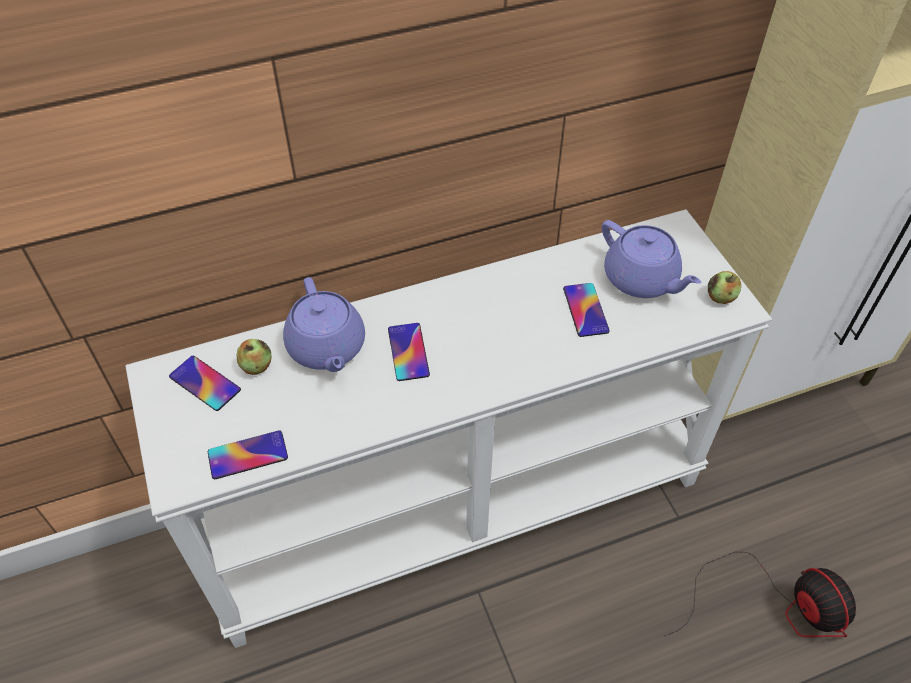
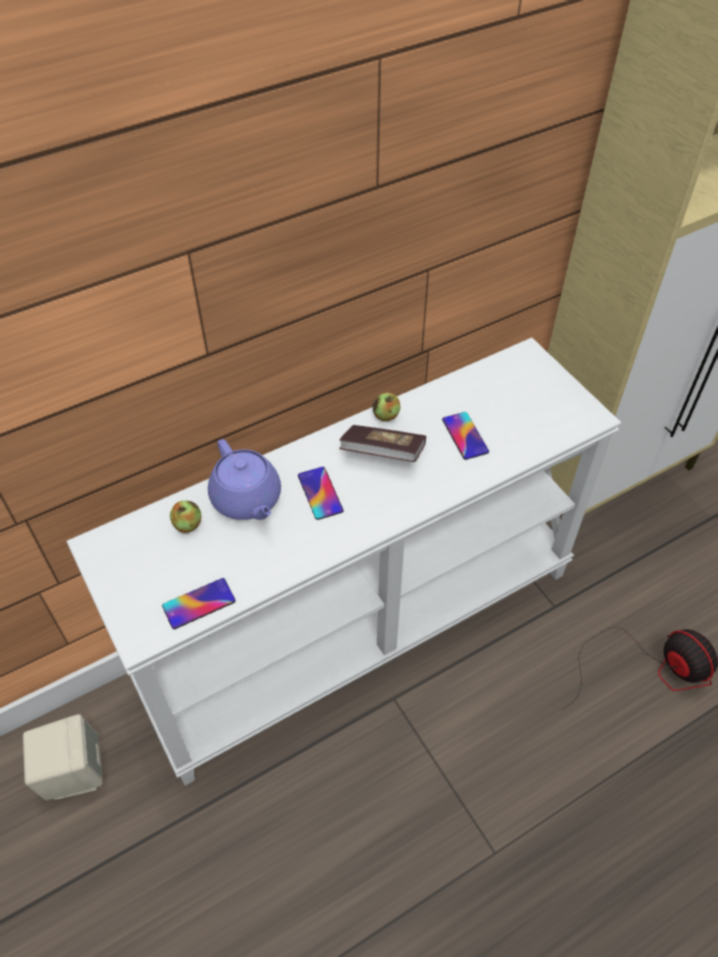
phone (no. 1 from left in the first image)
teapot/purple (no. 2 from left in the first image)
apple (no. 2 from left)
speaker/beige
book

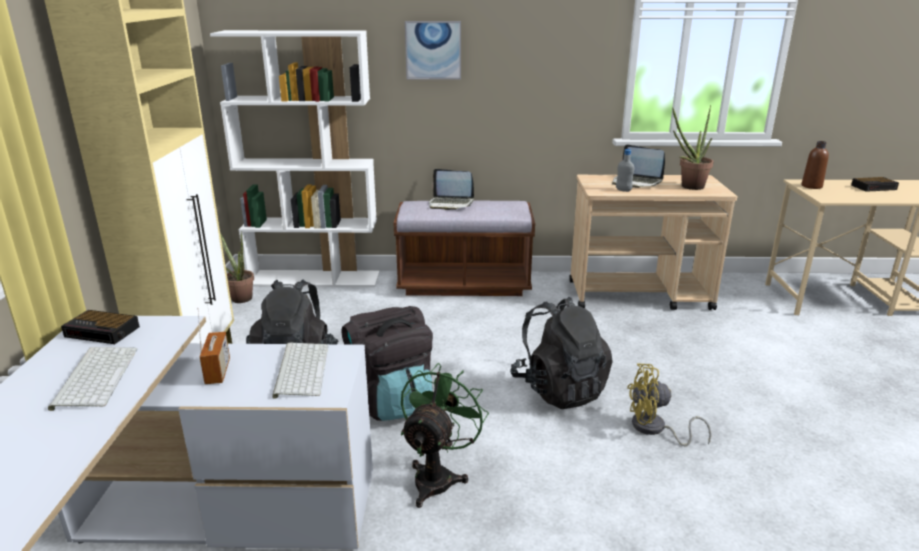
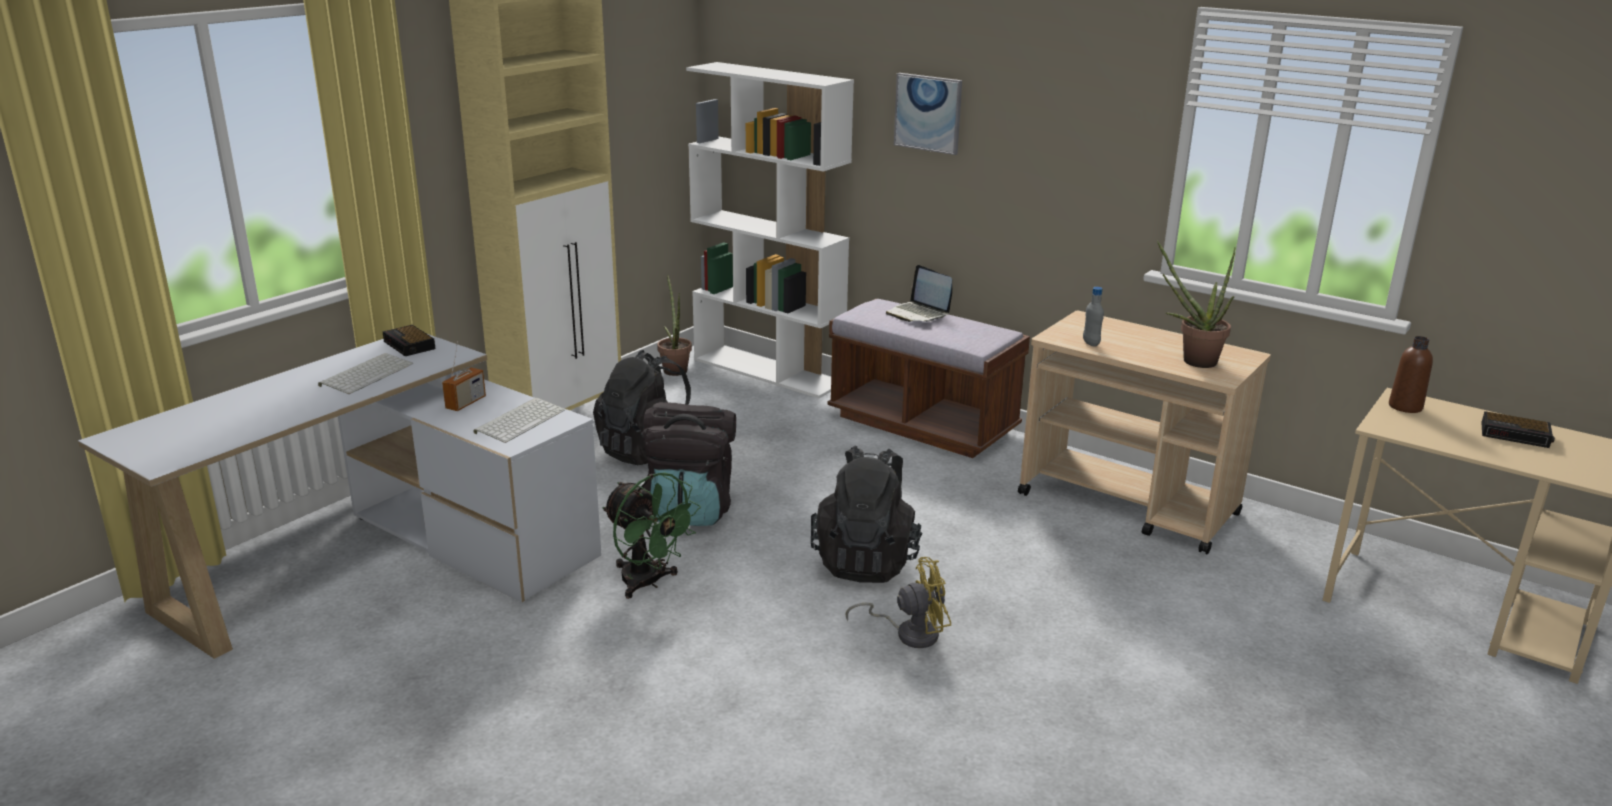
fan/green
laptop (no. 2 from left in the first image)
fan/yellow

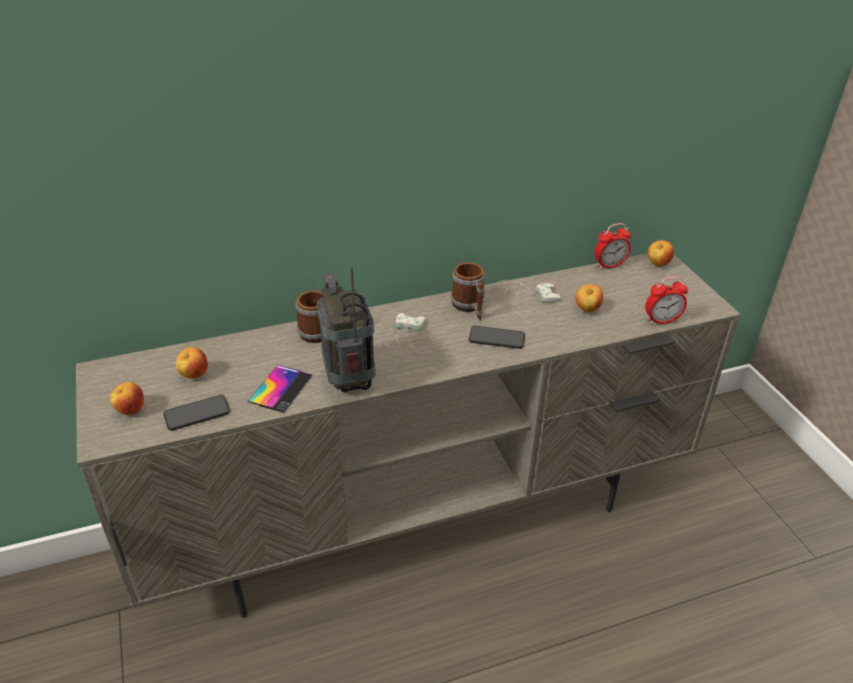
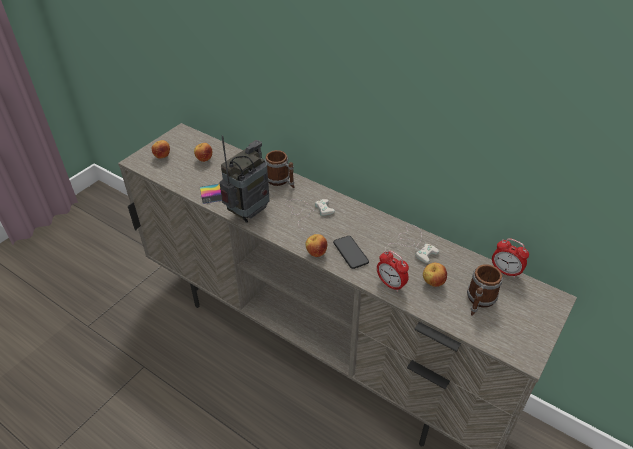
phone (no. 1 from left in the first image)
mug (no. 2 from left)
alarm clock (no. 1 from left)
apple (no. 3 from left)

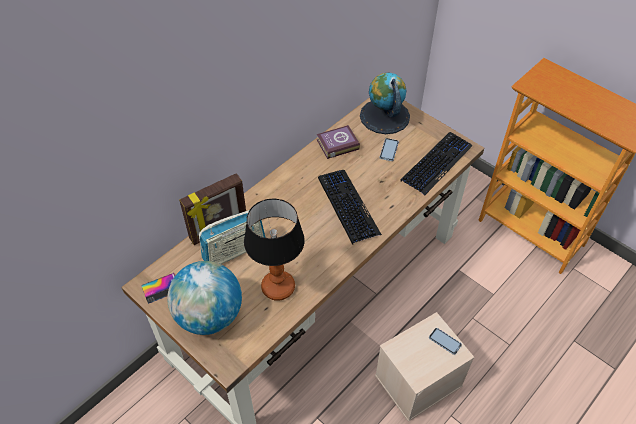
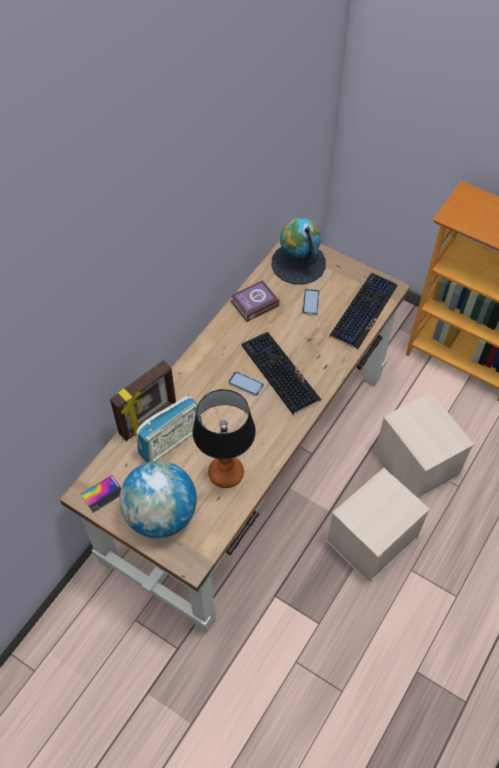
phone (no. 2 from left)
storage box/beige (no. 2 from left)

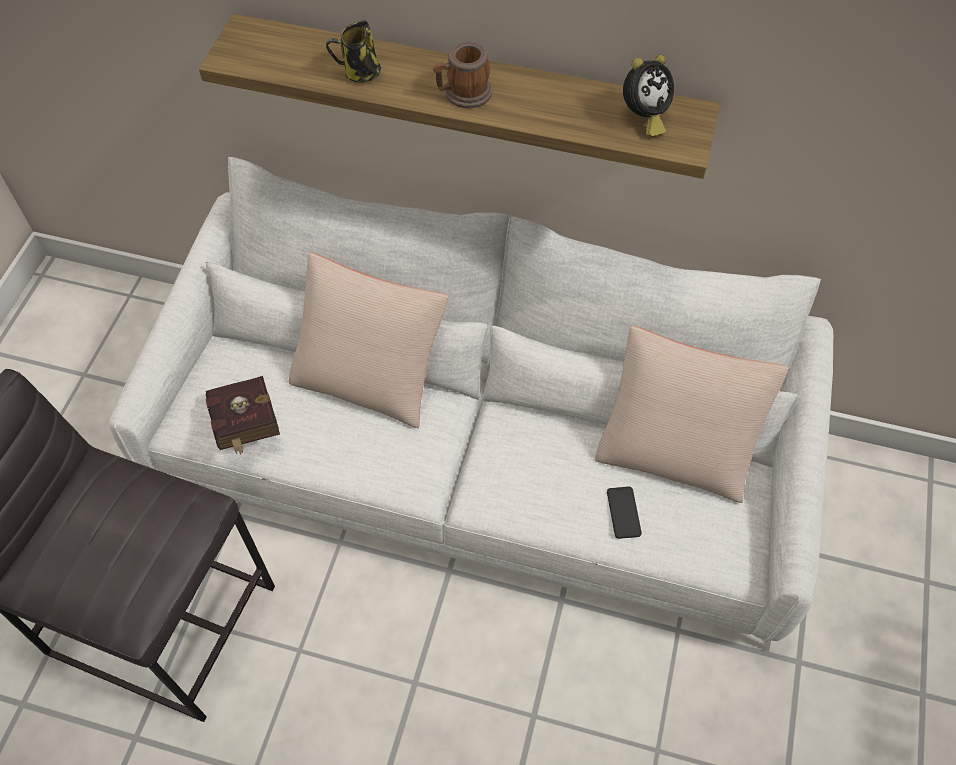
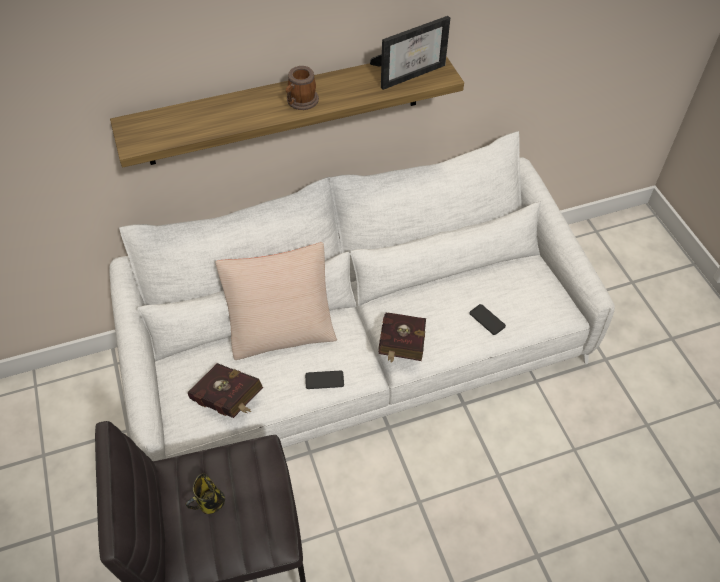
mug (no. 1 from left)
pillow/beige (no. 2 from left in the first image)
picture frame
phone (no. 1 from left)
book/red (no. 2 from left)

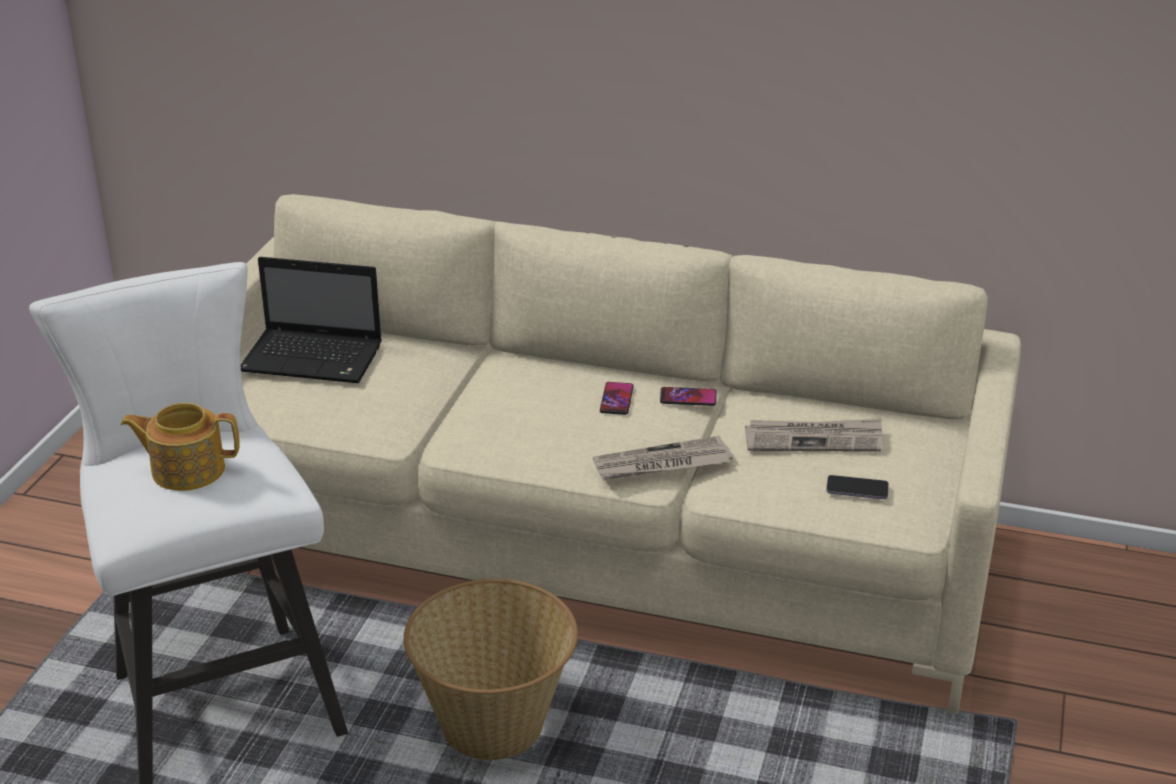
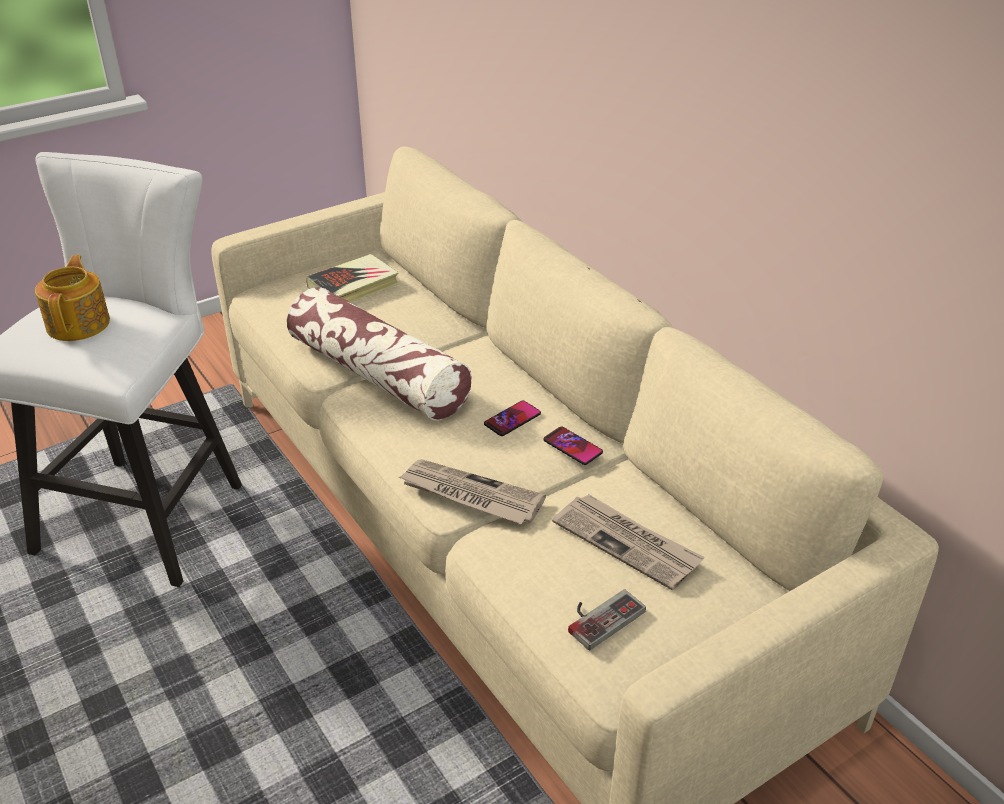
teapot
book
basket
game controller
pillow

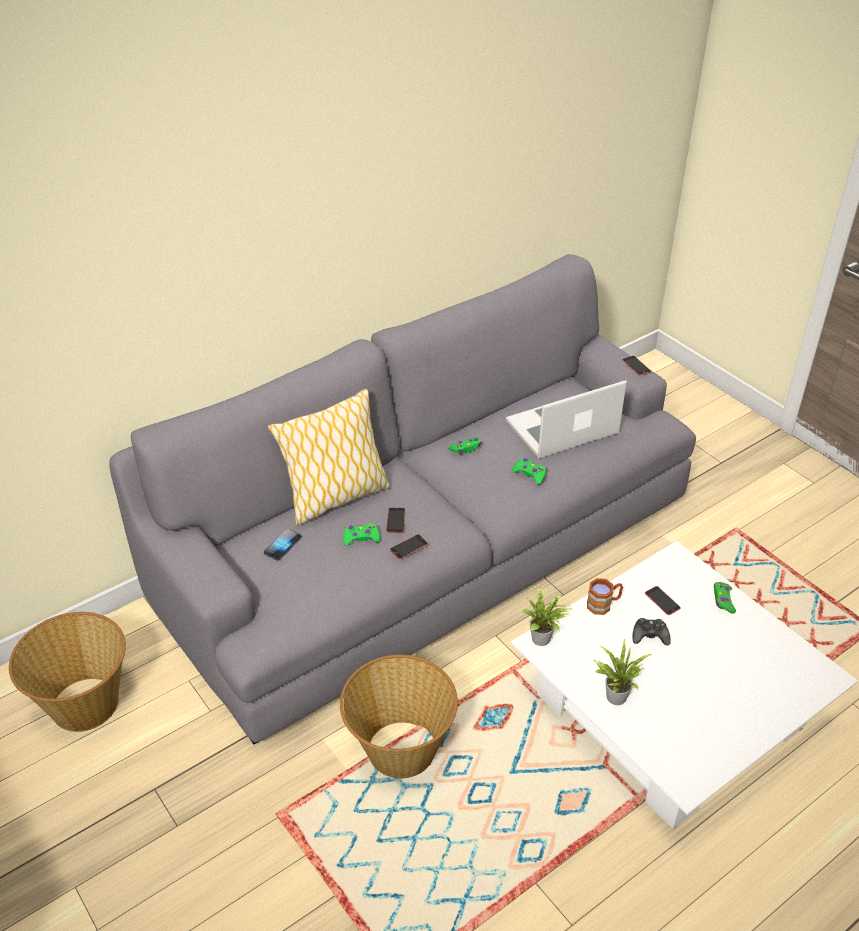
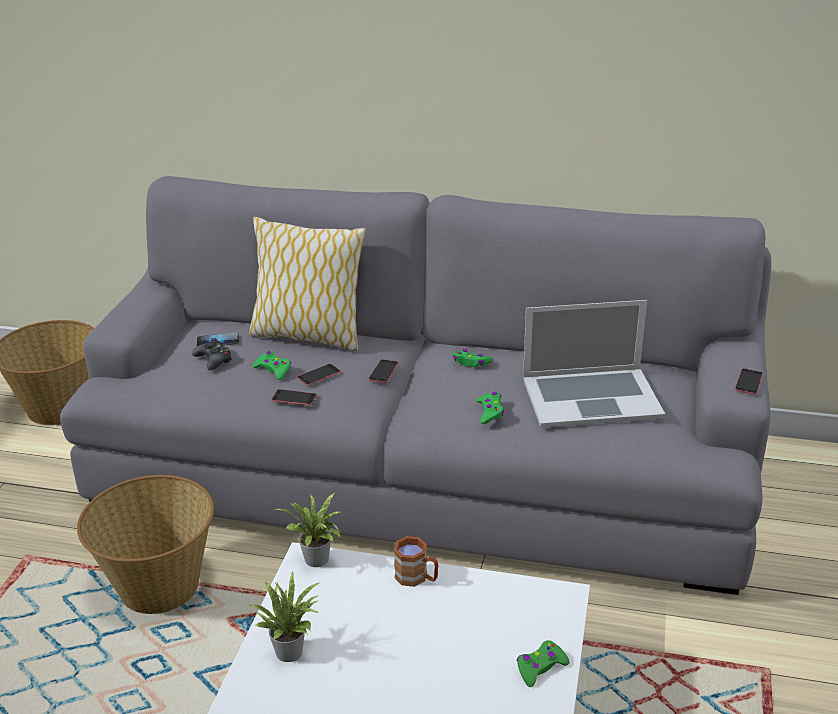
laptop
game controller/black
phone (no. 4 from left)

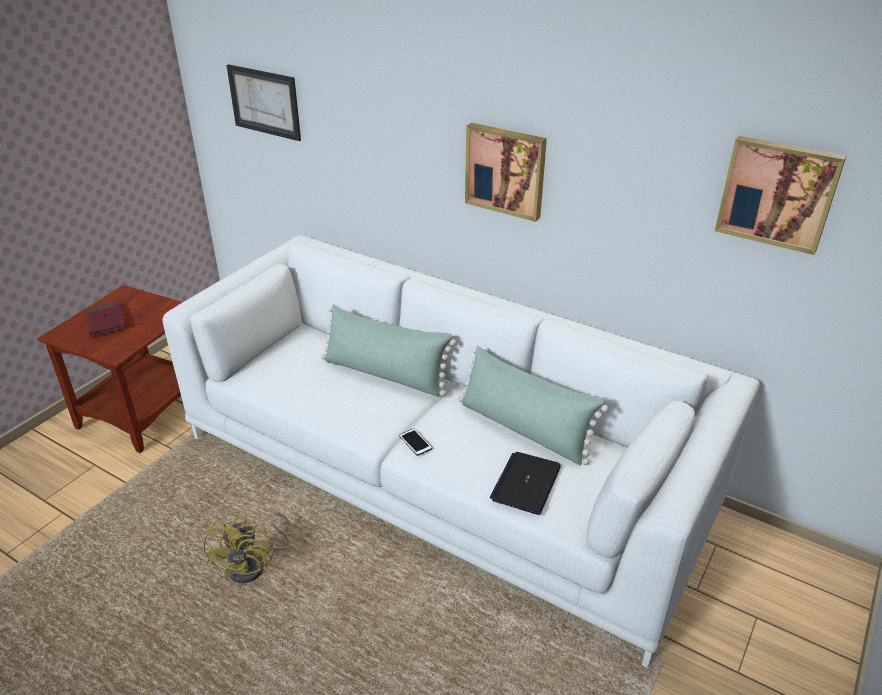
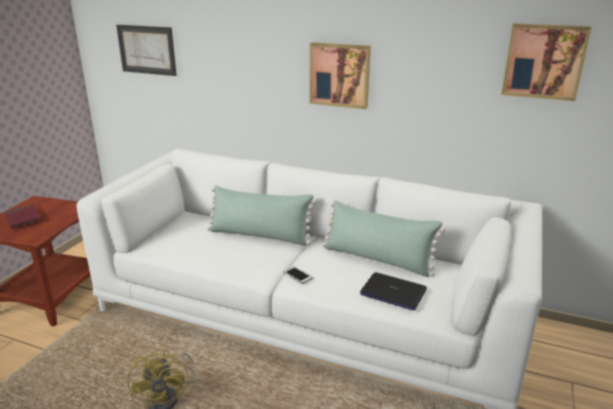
laptop

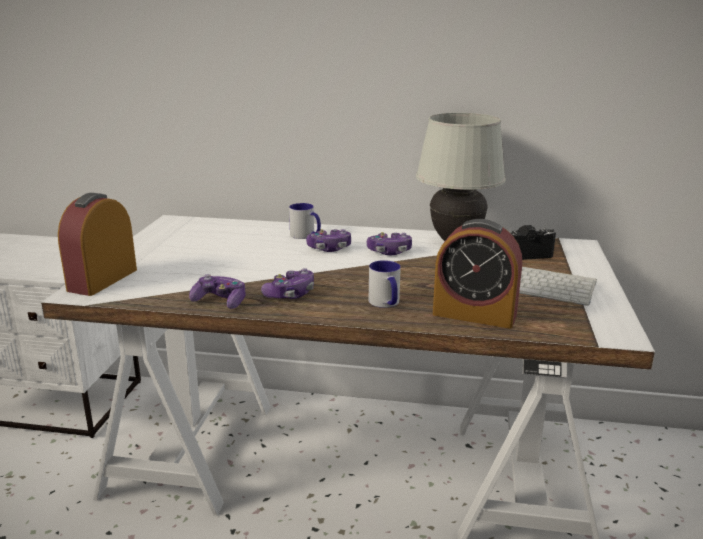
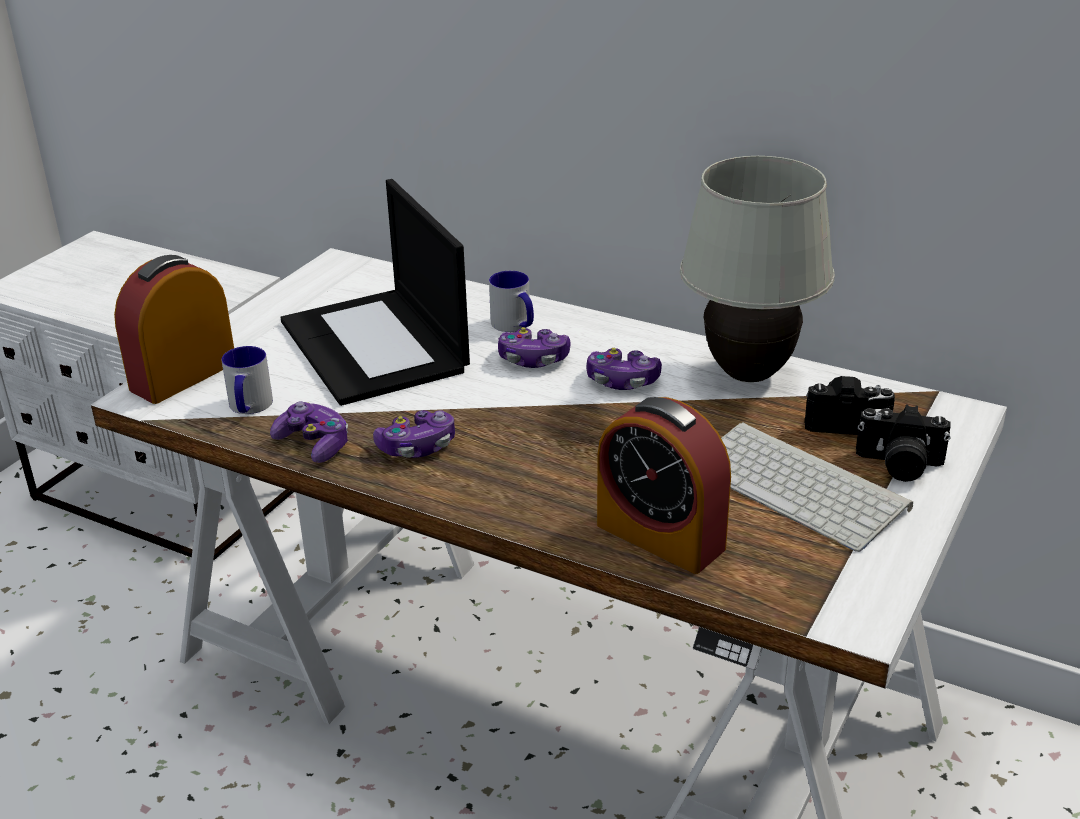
mug (no. 1 from left)
laptop
photo camera (no. 2 from left)

